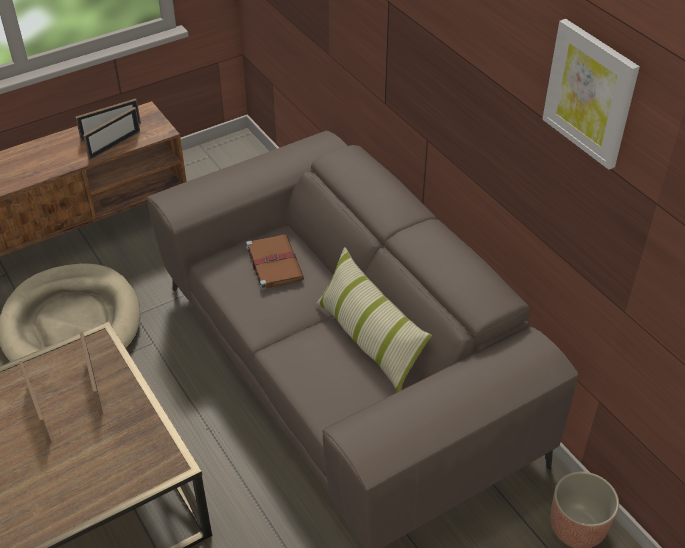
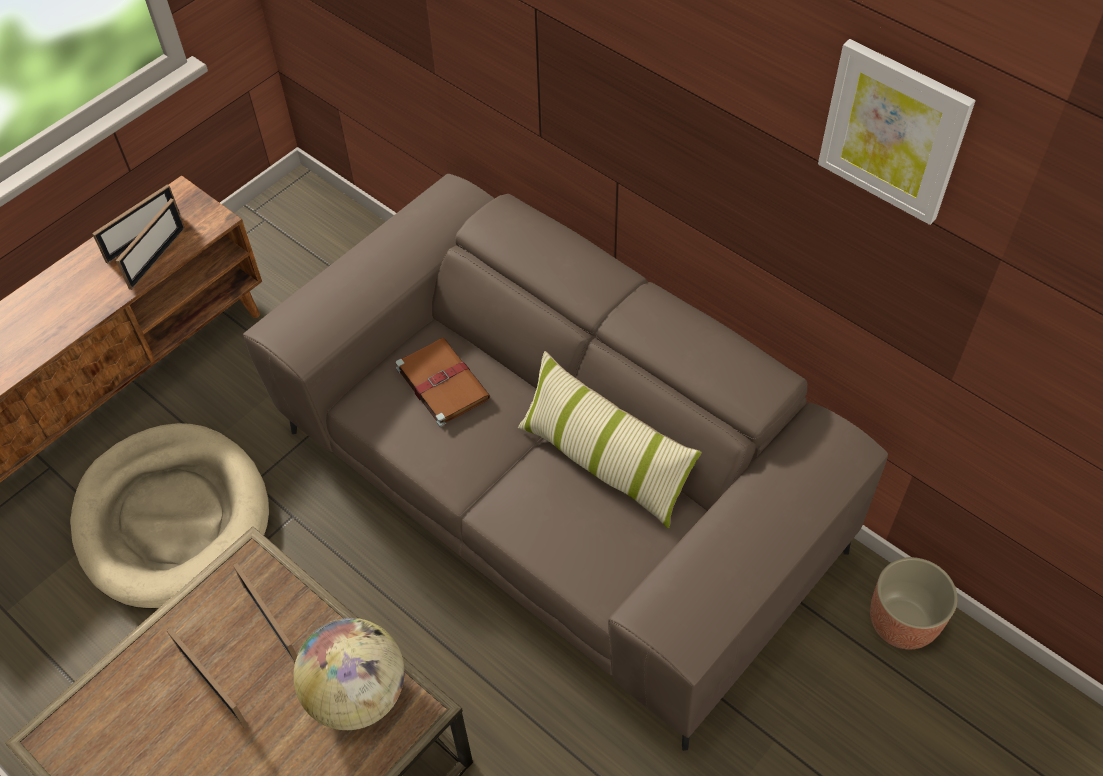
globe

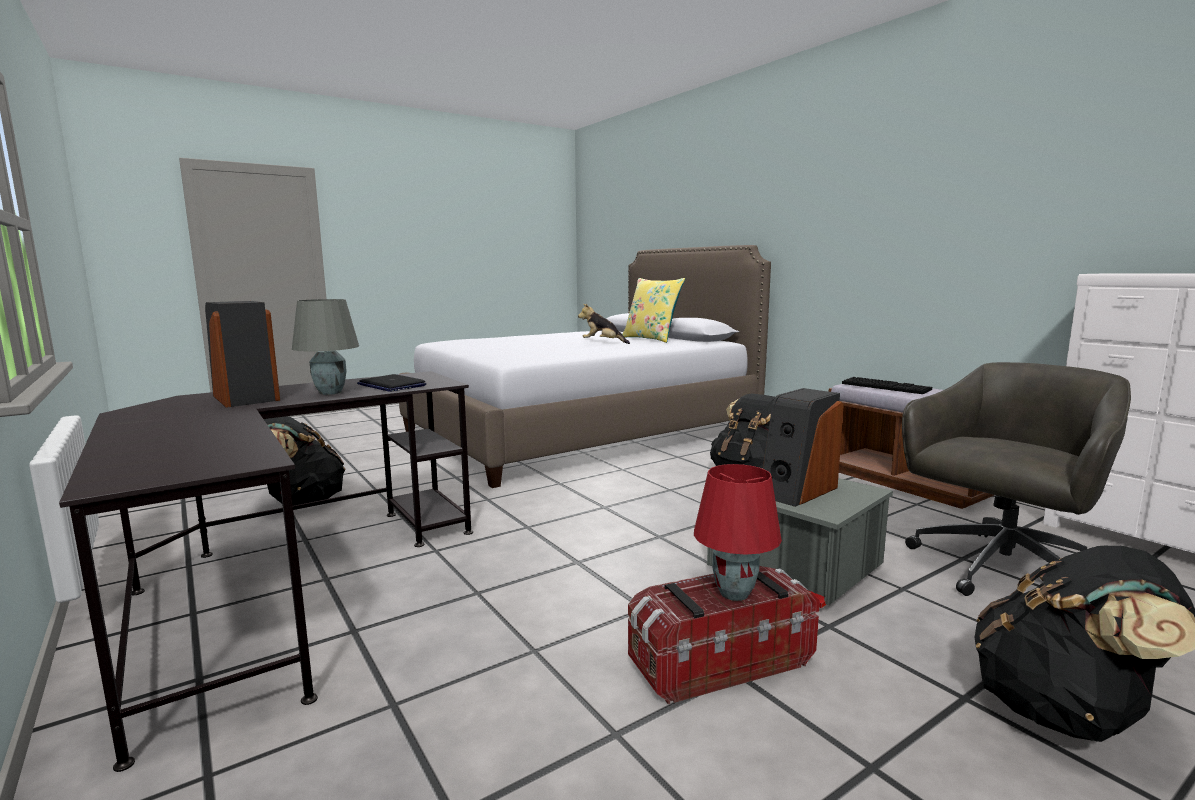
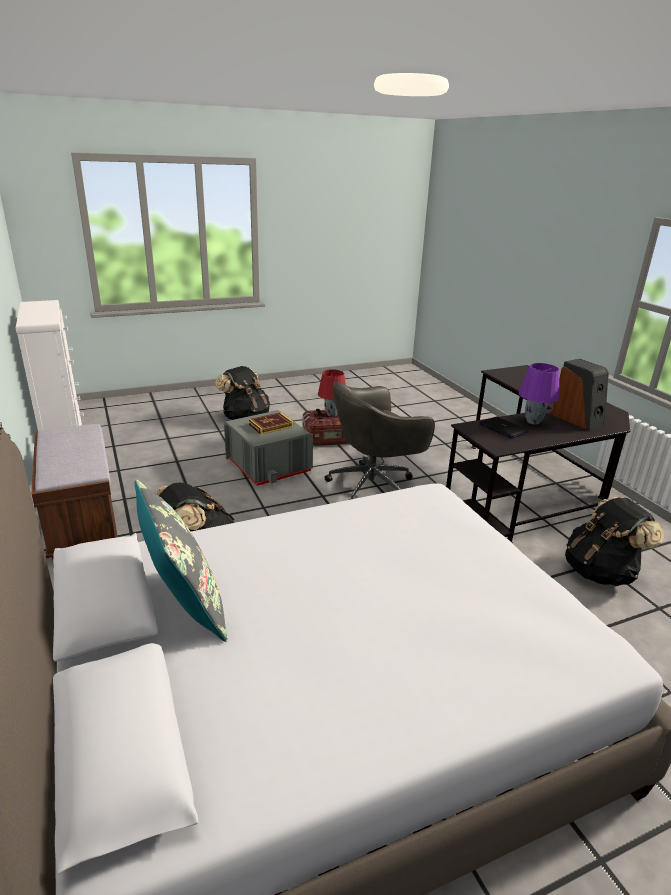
table lamp/purple
plush toy
pillow/grey
book
keyboard
office chair/grey

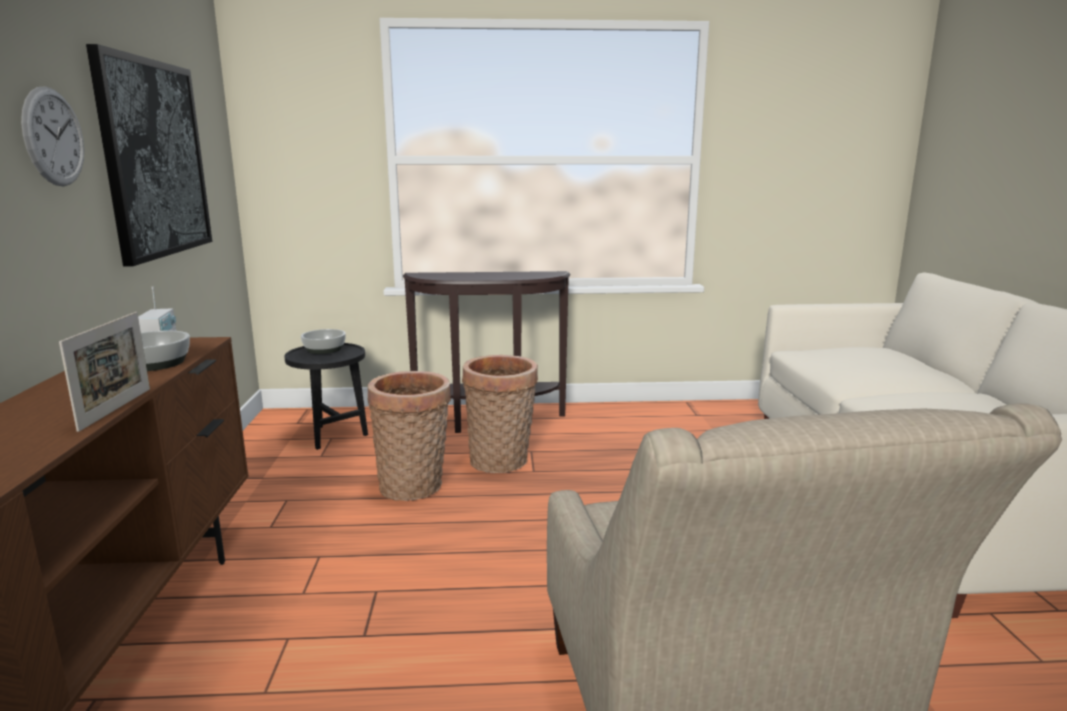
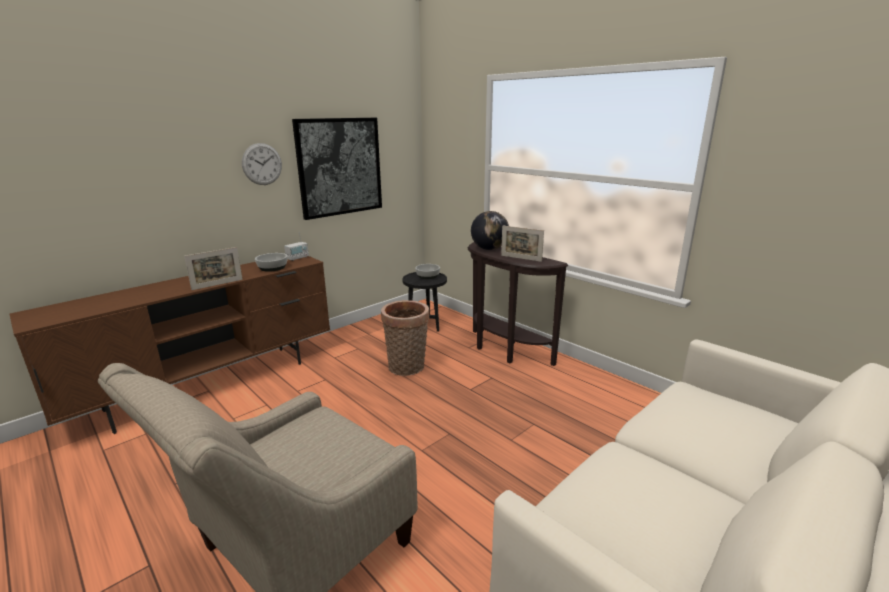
basket (no. 2 from left in the first image)
globe
picture frame (no. 2 from left)

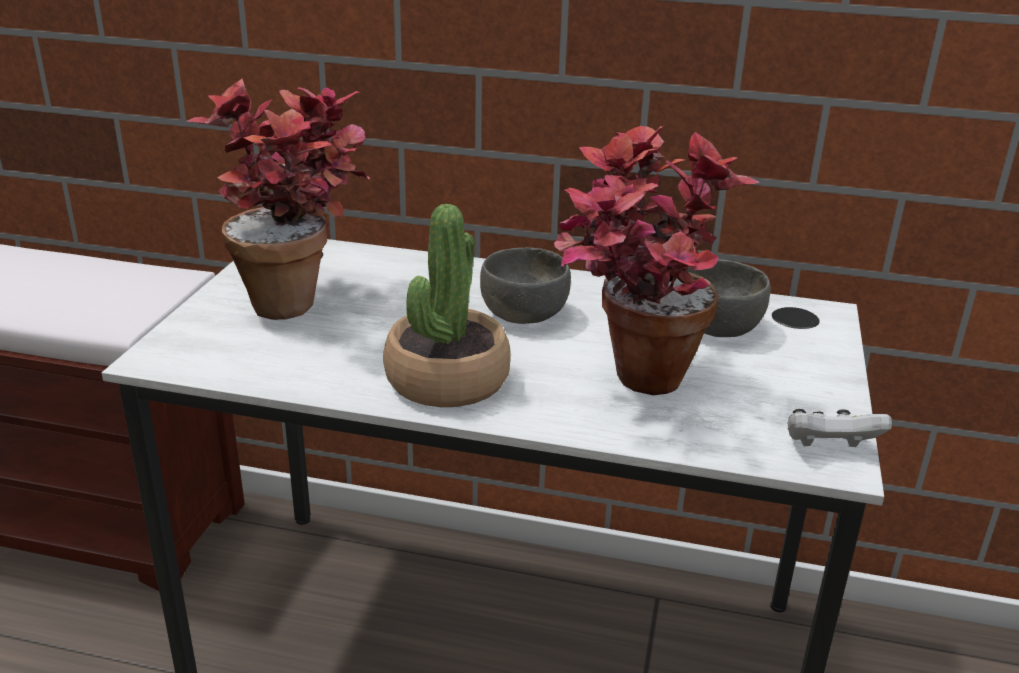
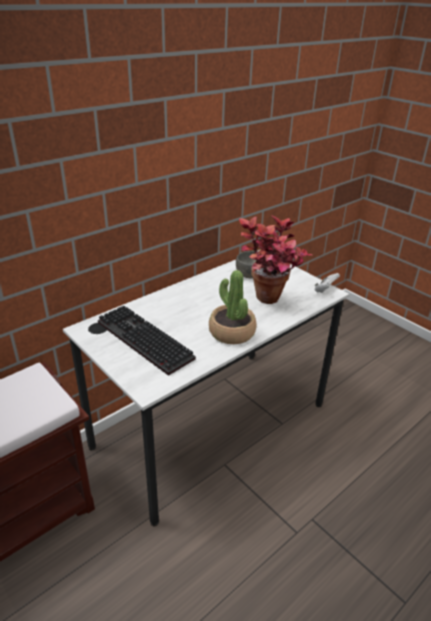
keyboard
bowl/grey (no. 1 from left in the first image)

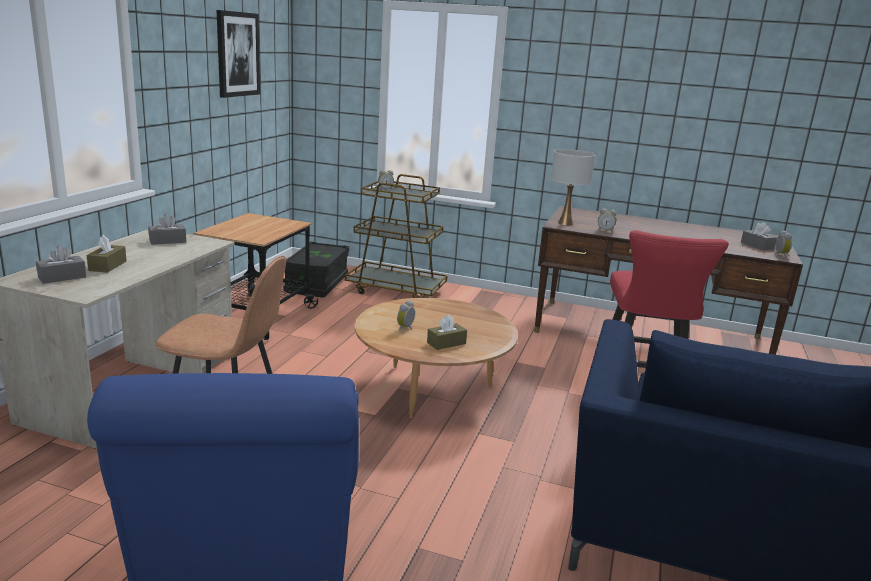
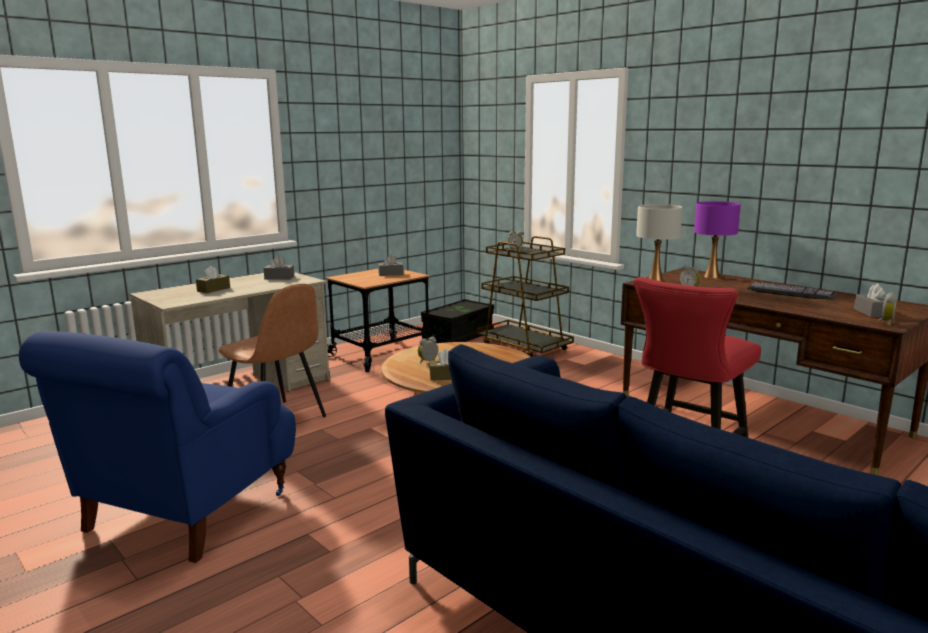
tissue box/grey (no. 2 from left)
picture
table lamp/purple
keyboard

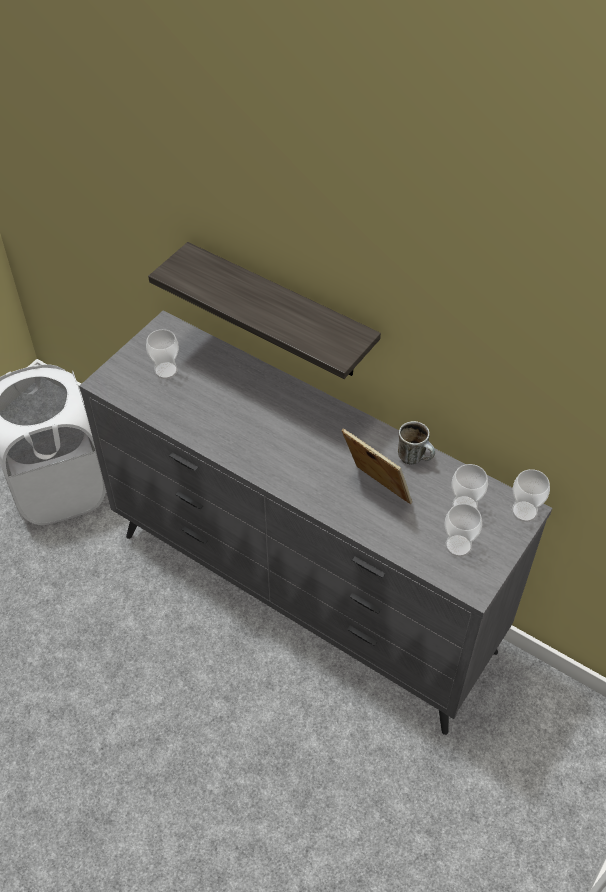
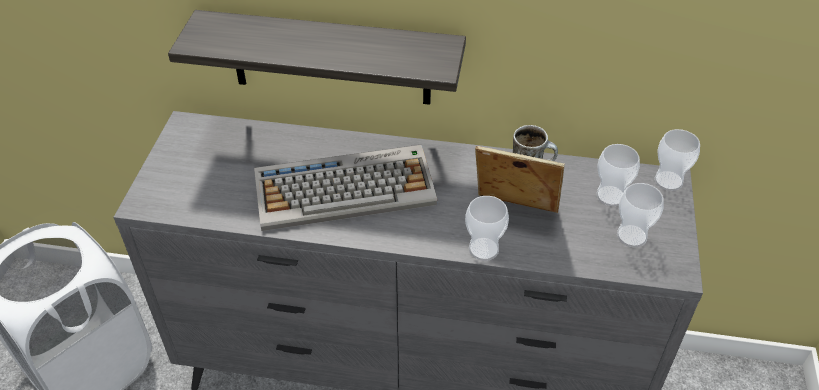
cup (no. 1 from left)
keyboard

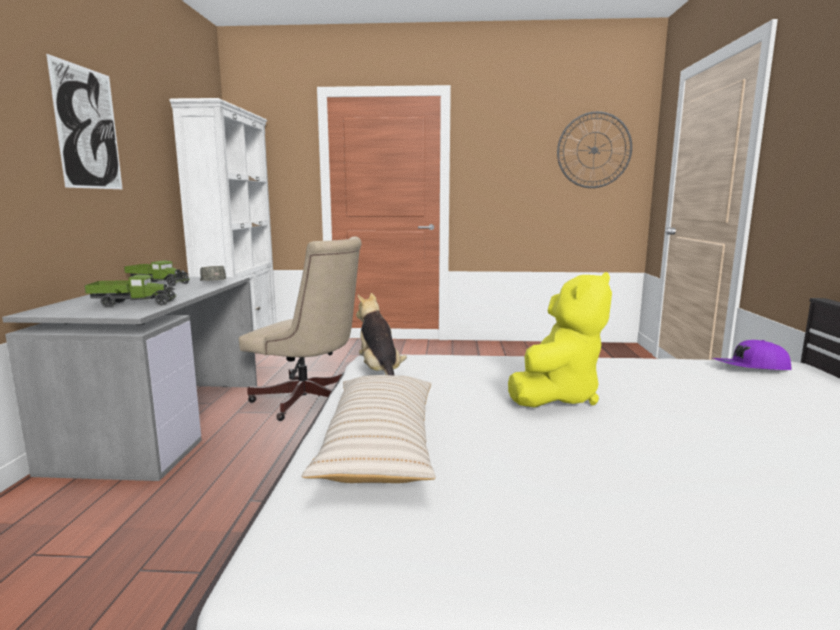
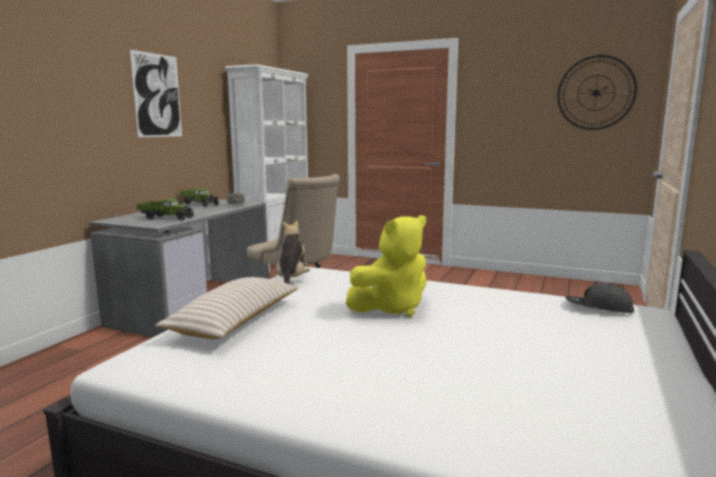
cap/grey (no. 2 from left)

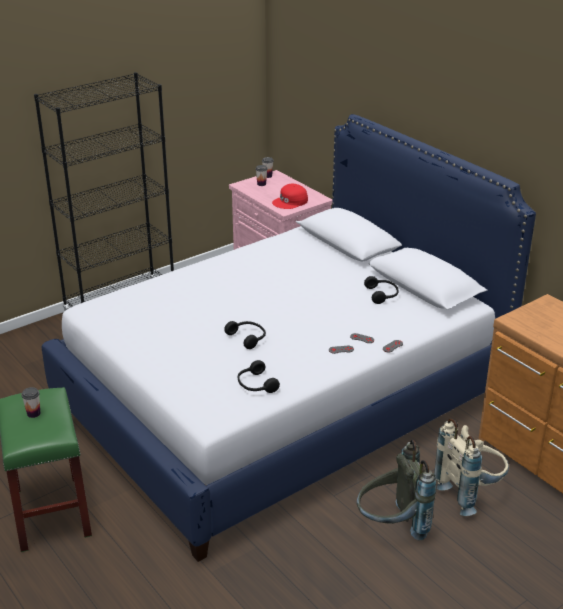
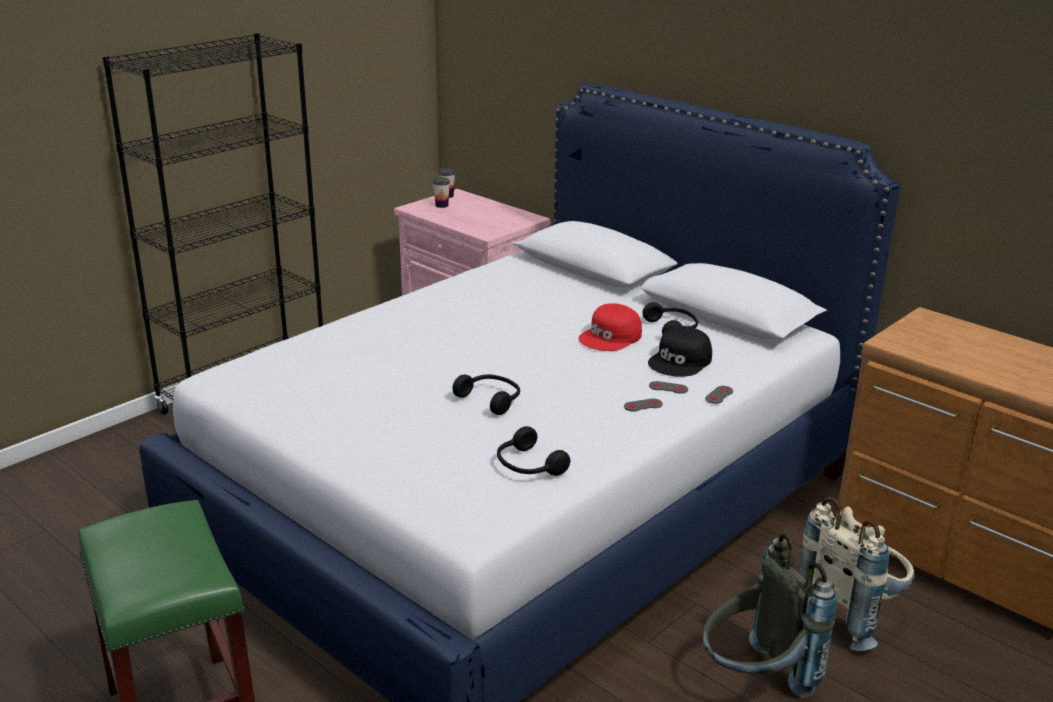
cup (no. 1 from left in the first image)
cap/red
cap/black

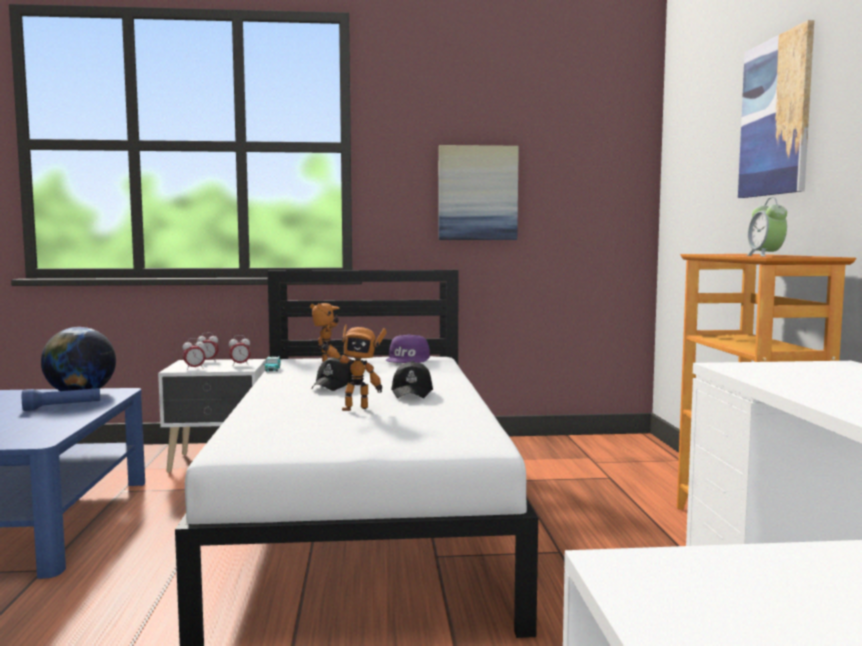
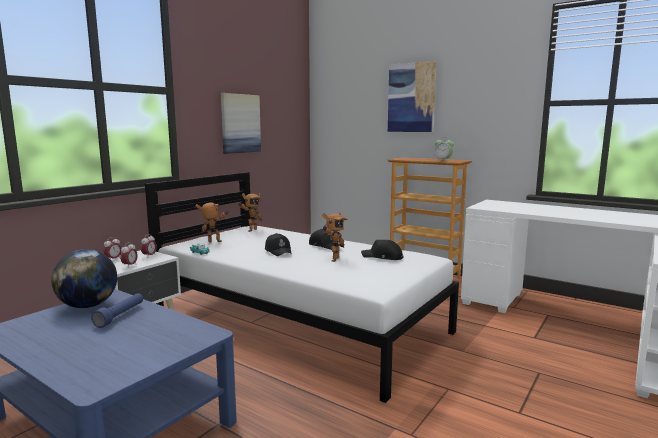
toy robot (no. 2 from left)
cap/black (no. 3 from left)

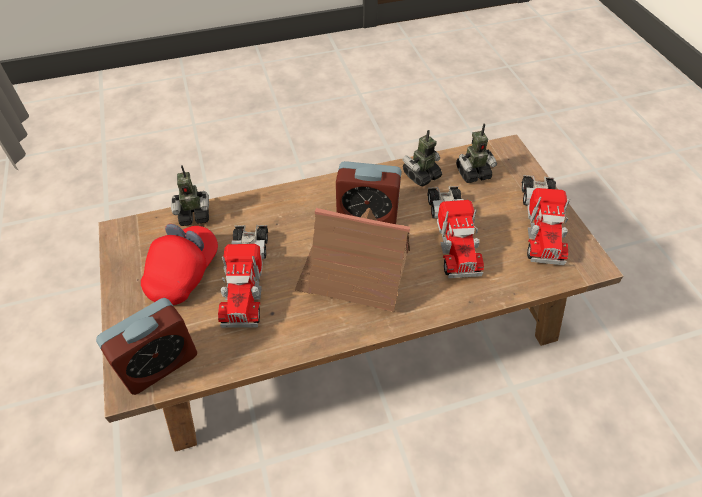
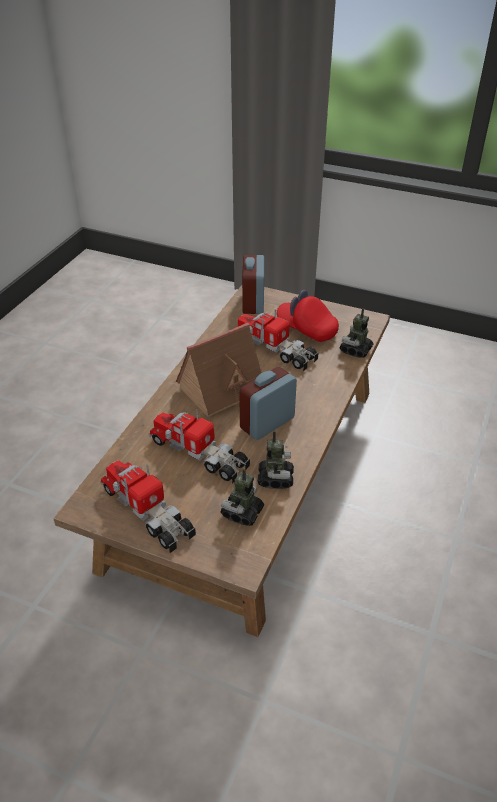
cap/red

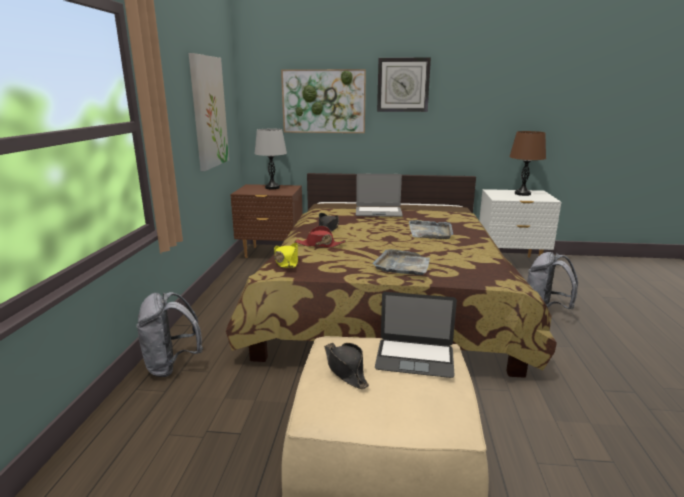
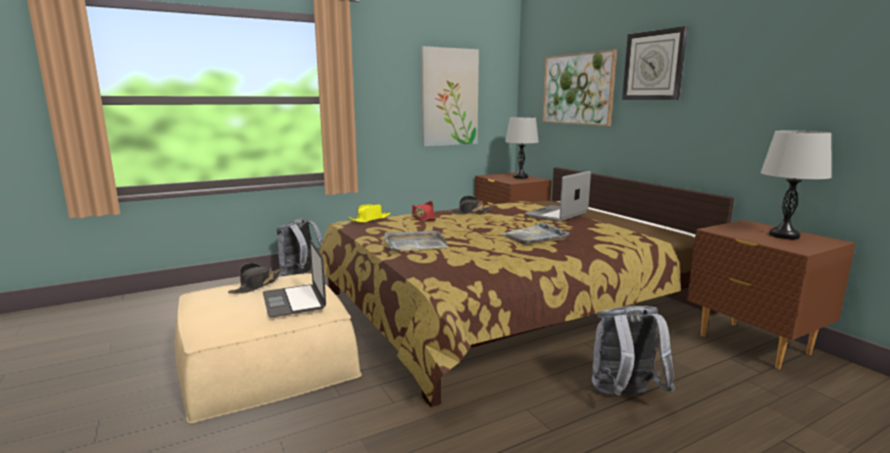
laptop (no. 2 from left)
nightstand/brown (no. 2 from left)
table lamp/grey (no. 2 from left)

